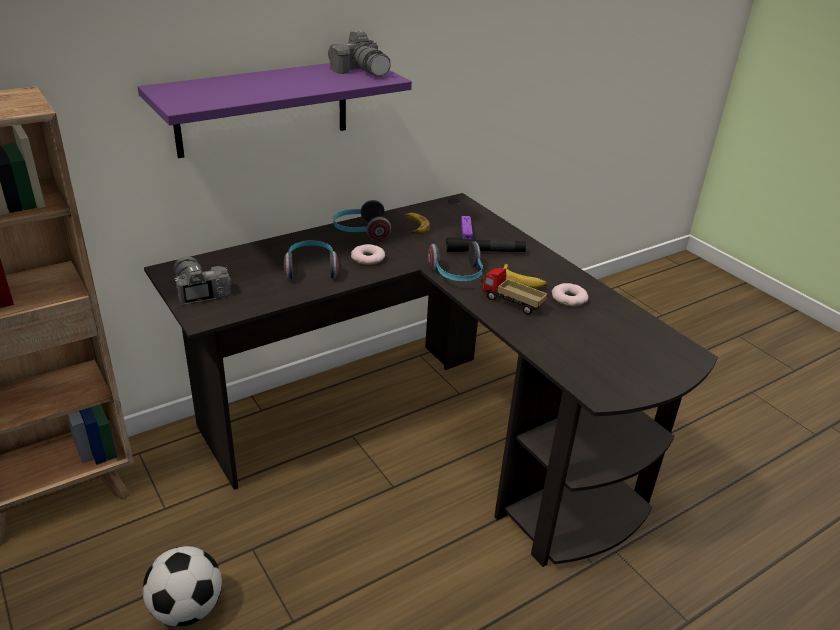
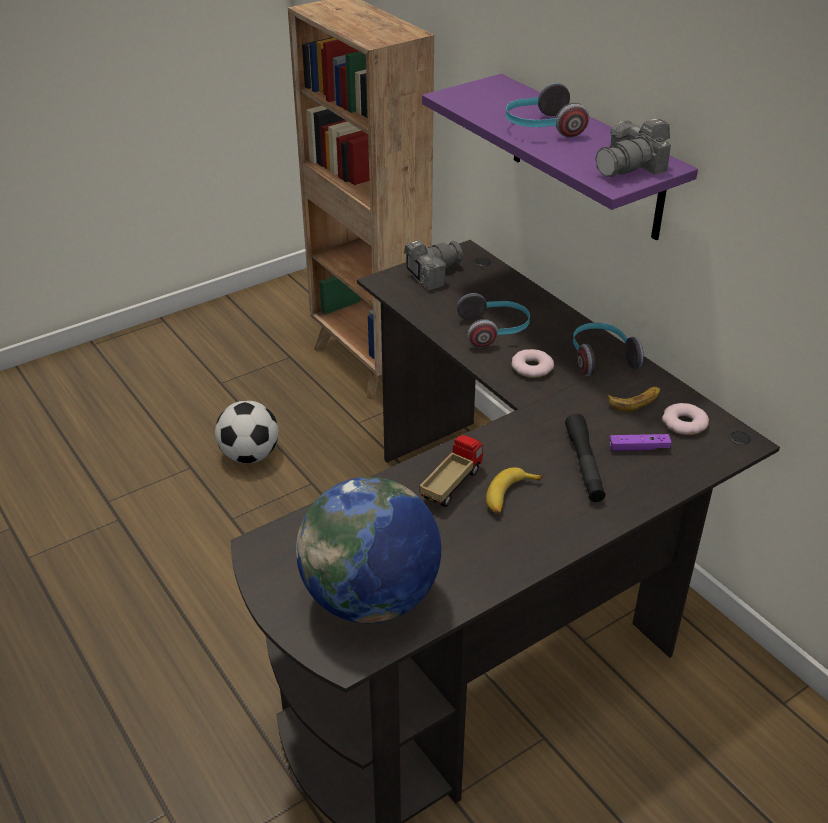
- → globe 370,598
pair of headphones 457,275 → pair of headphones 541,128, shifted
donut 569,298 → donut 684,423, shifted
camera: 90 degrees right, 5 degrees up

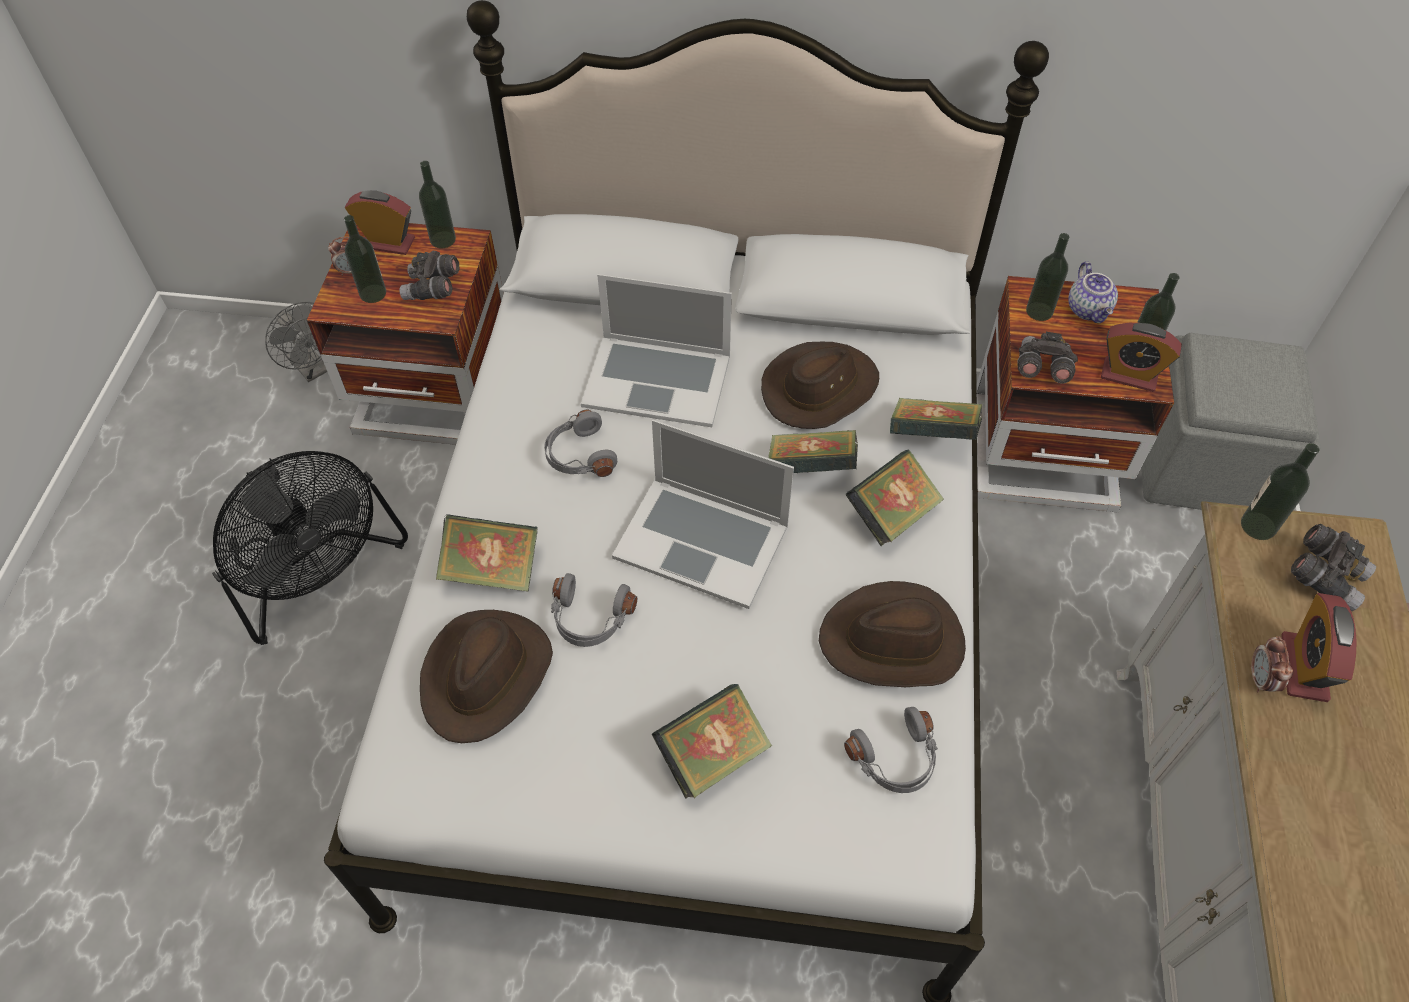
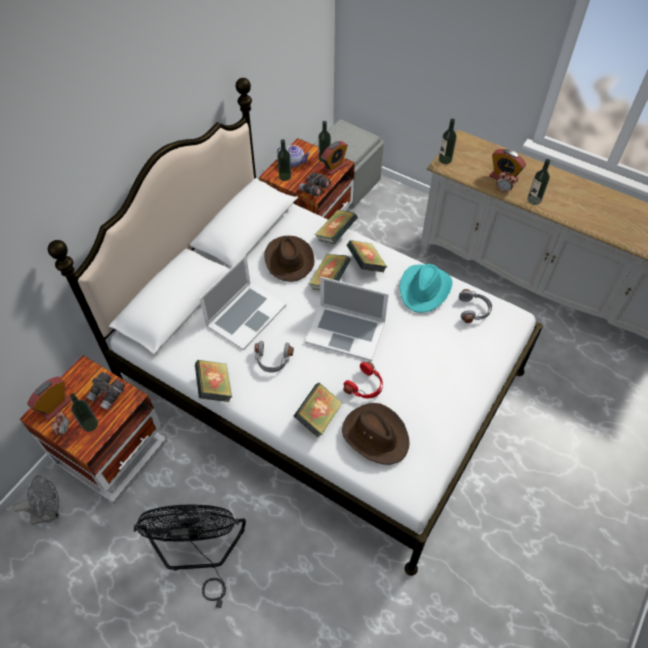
greyish pair of binoculars 1324,576 → -
drink bottle 443,239 → drink bottle 534,200, shifted
bound book 712,754 → bound book 215,388, shifted
greyish pair of headphones 590,619 → red pair of headphones 365,386
brownish clothing hat 893,642 → turquoise clothing hat 424,289
blackish cooling fan 310,575 → blackish cooling fan 199,553, 75 degrees counterclockwise
laptop 702,540 → laptop 345,331, 60 degrees clockwise
camera: 65 degrees left, 0 degrees up

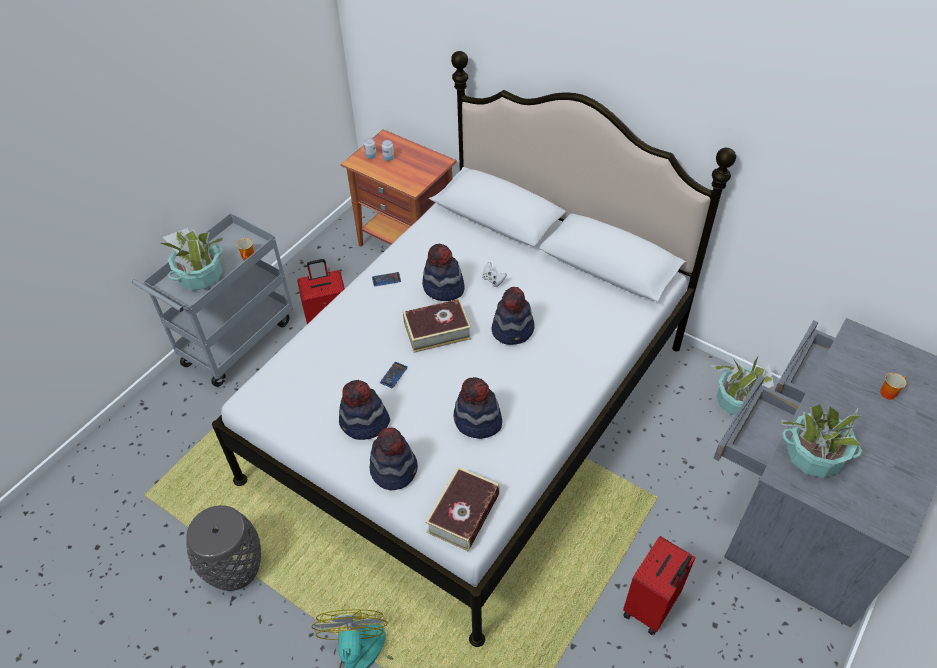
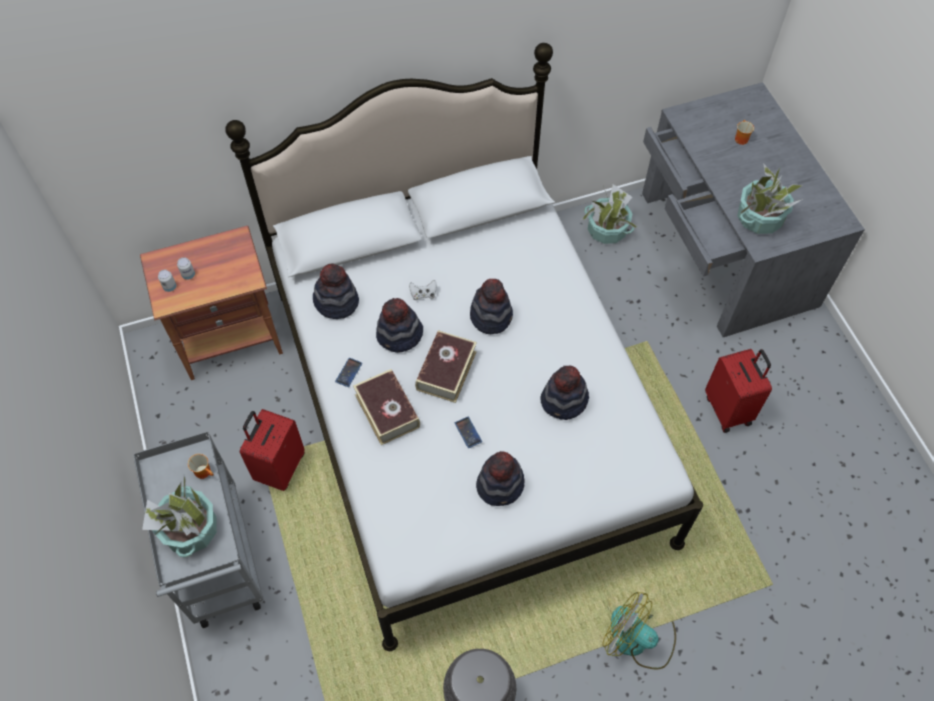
clothing hat 394,469 → clothing hat 336,302, shifted
bound book 463,513 → bound book 387,411, shifted
camera: 55 degrees left, 10 degrees up

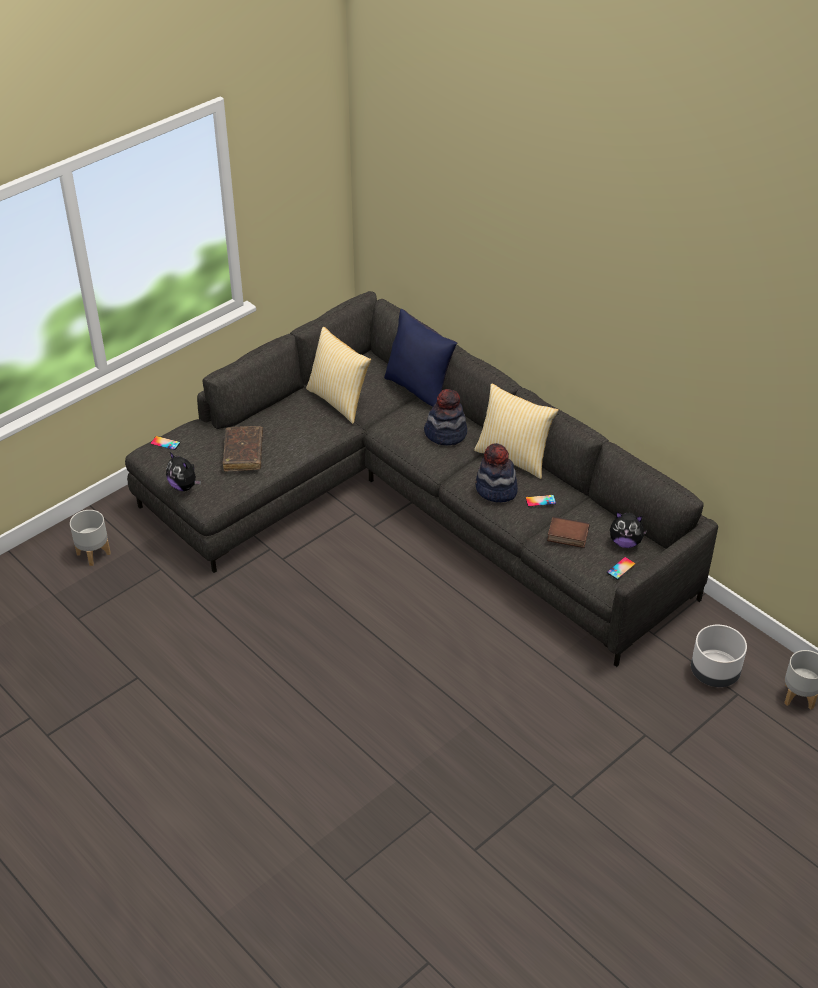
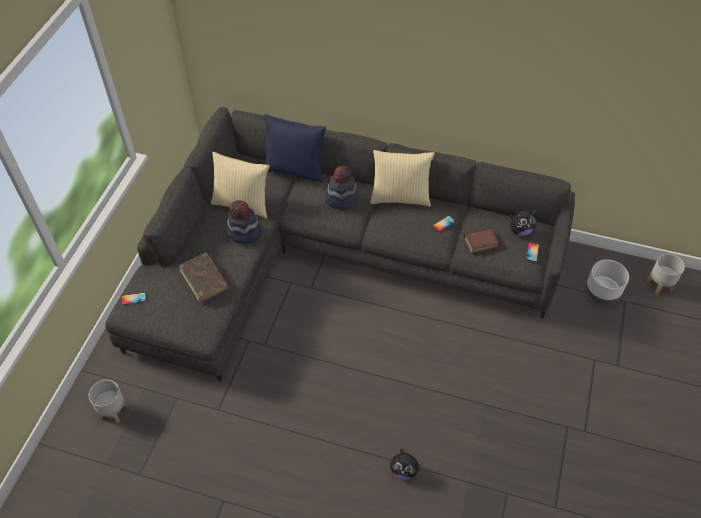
cuddly toy 184,486 → cuddly toy 404,470, shifted
clothing hat 496,490 → clothing hat 244,233, shifted
camera: 30 degrees left, 10 degrees up

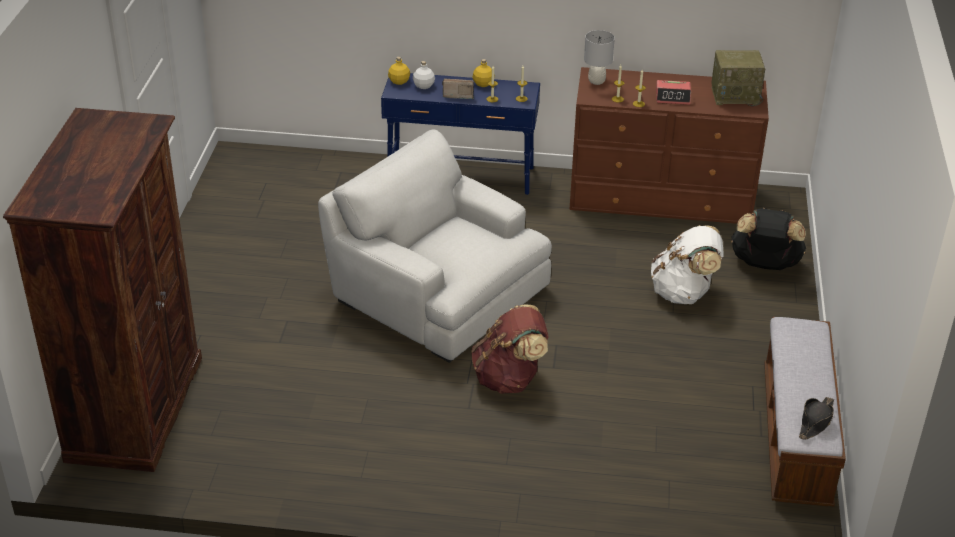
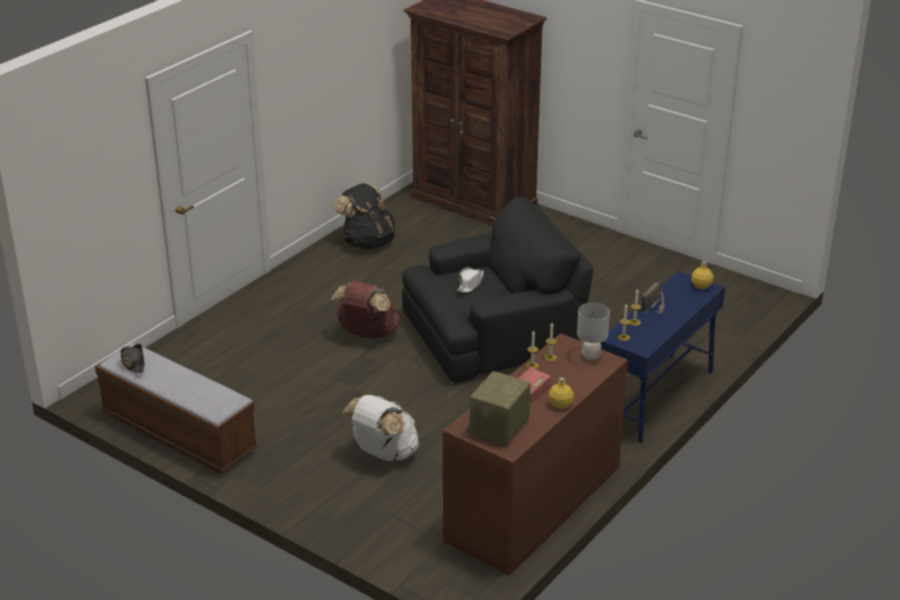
white drink bottle 423,86 → -
- → white clothing hat 470,283
yellowish drink bottle 483,84 → yellowish drink bottle 560,405, shifted
blackish backpack 764,264 → blackish backpack 367,242, shifted
white lounge chair 436,292 → blackish lounge chair 494,334
camera: 120 degrees right, 5 degrees down

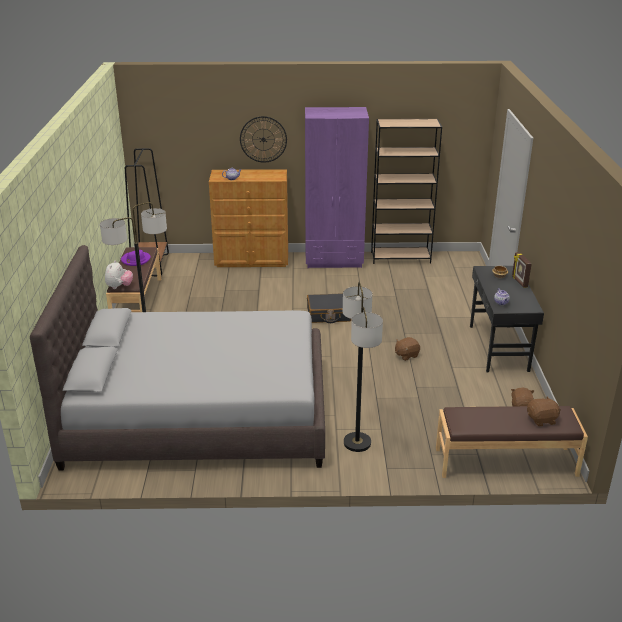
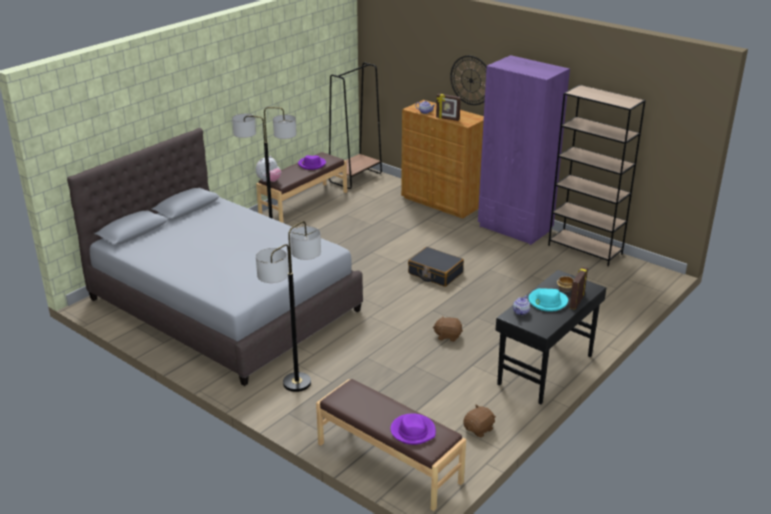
- → standing frame 447,119
- → turquoise clothing hat 547,302
brownish cuddly toy 542,420 → purple-coloured clothing hat 413,431
camera: 40 degrees right, 0 degrees up

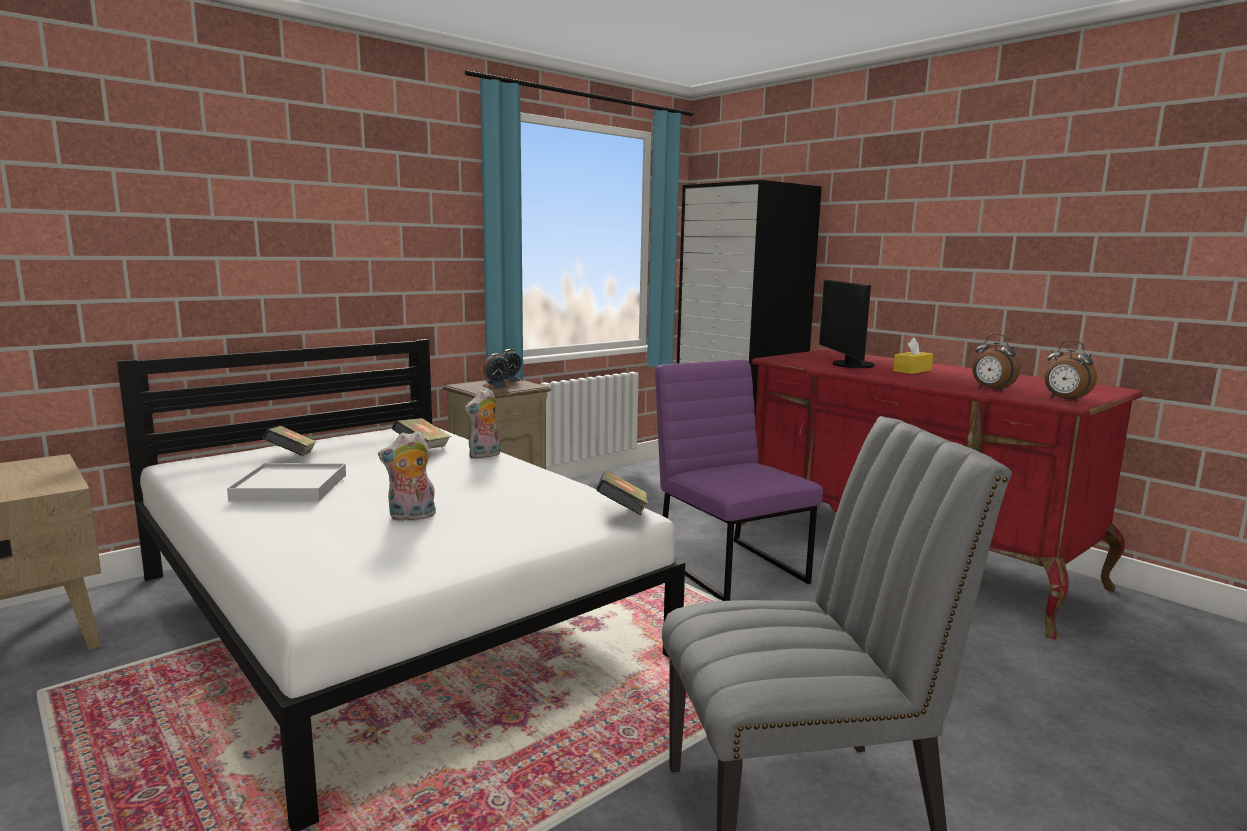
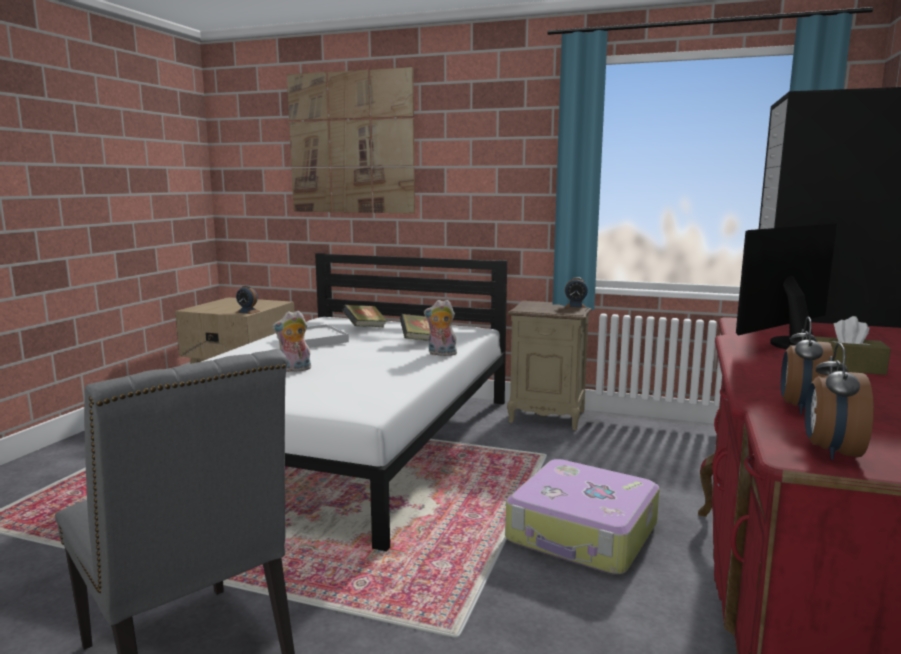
bound book 622,514 → -
- → picture 351,143
table clock 496,386 → table clock 248,312, shifted
purple-coloured upright chair 729,567 → piece of luggage 582,533
yellowish tissue box 912,370 → brownish tissue box 847,368
cuddly toy 411,517 → cuddly toy 294,370, 60 degrees counterclockwise
camera: 60 degrees right, 0 degrees up

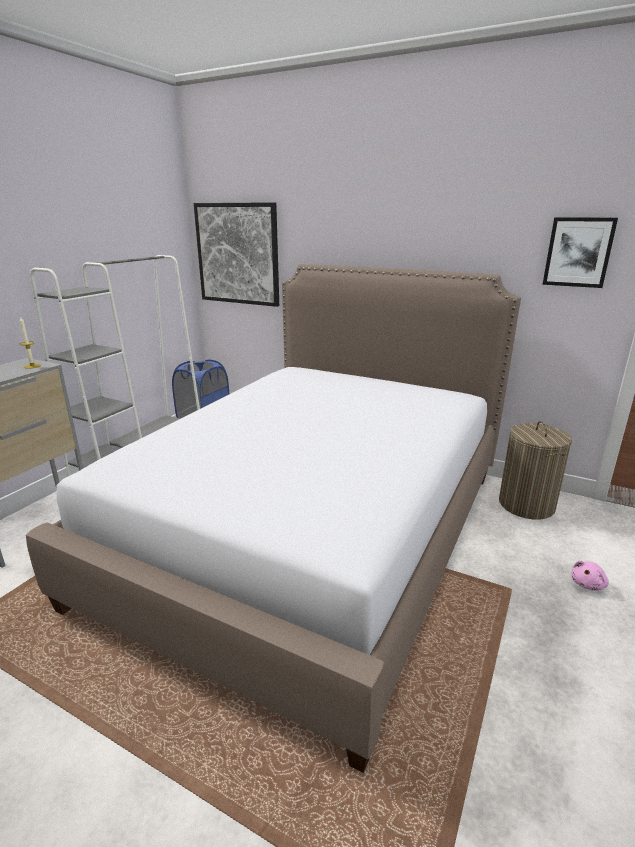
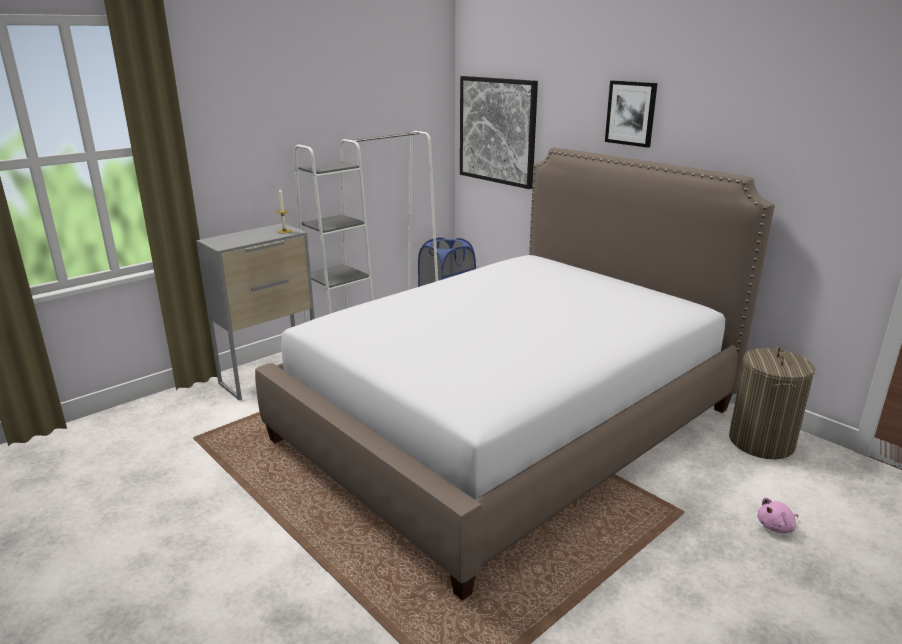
picture 578,252 → picture 631,113, shifted
camera: 20 degrees right, 0 degrees up

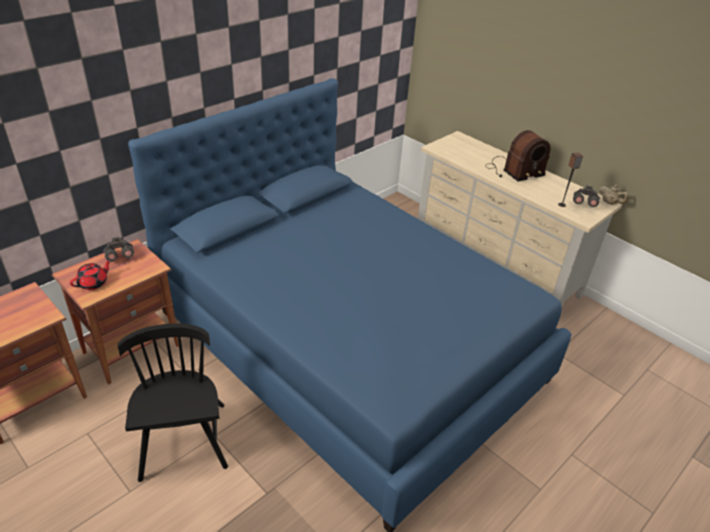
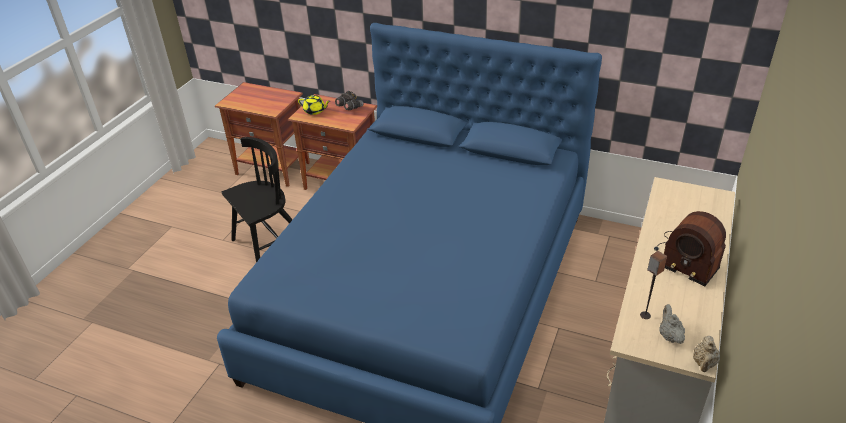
greyish pair of binoculars 583,204 → greyish teapot 669,335
red teapot 93,283 → yellowish teapot 315,111
camera: 70 degrees right, 0 degrees up

